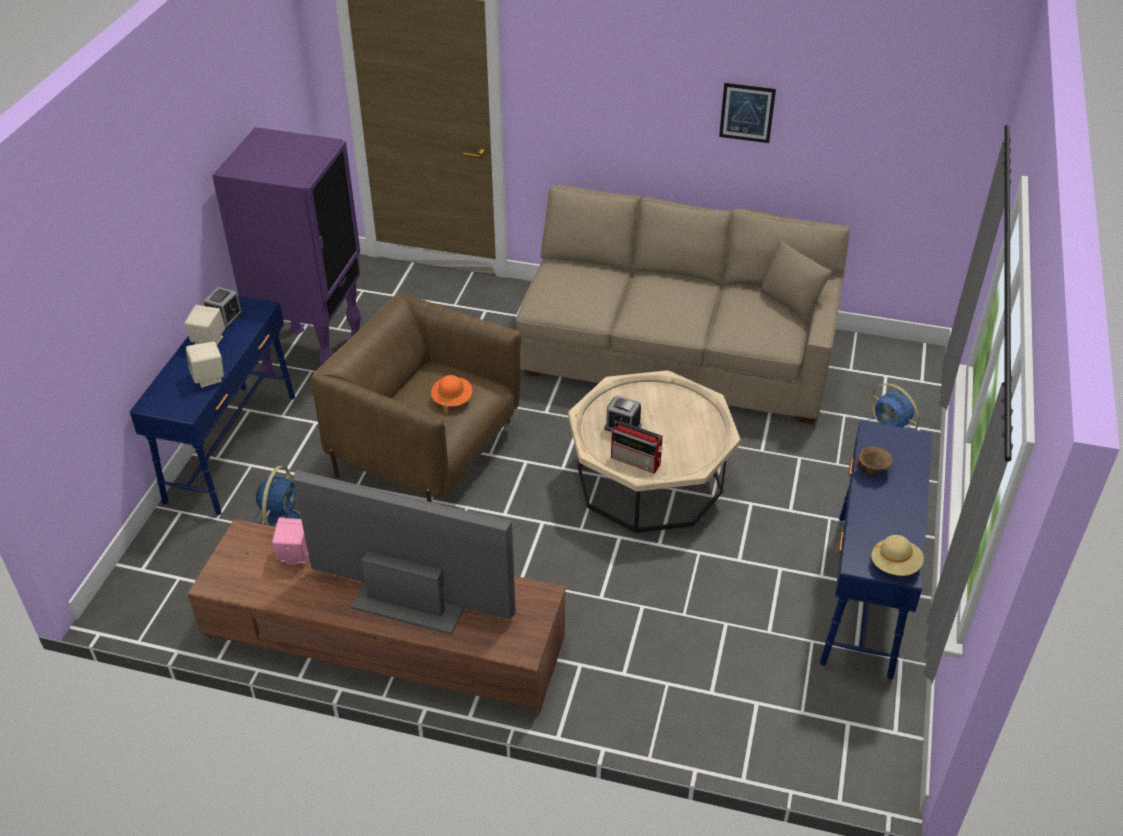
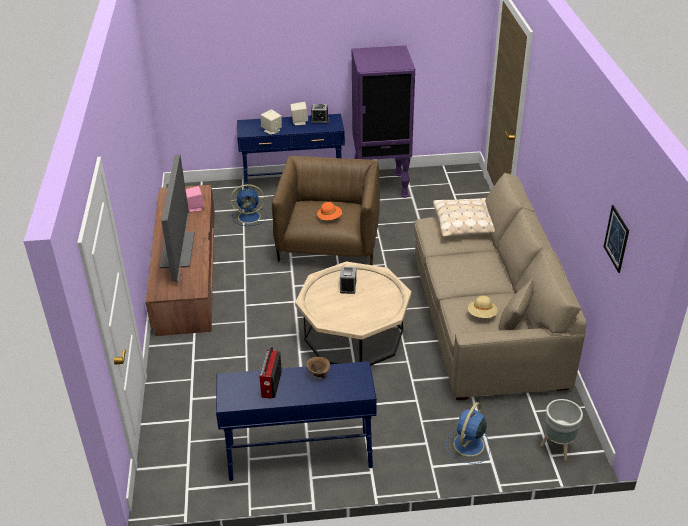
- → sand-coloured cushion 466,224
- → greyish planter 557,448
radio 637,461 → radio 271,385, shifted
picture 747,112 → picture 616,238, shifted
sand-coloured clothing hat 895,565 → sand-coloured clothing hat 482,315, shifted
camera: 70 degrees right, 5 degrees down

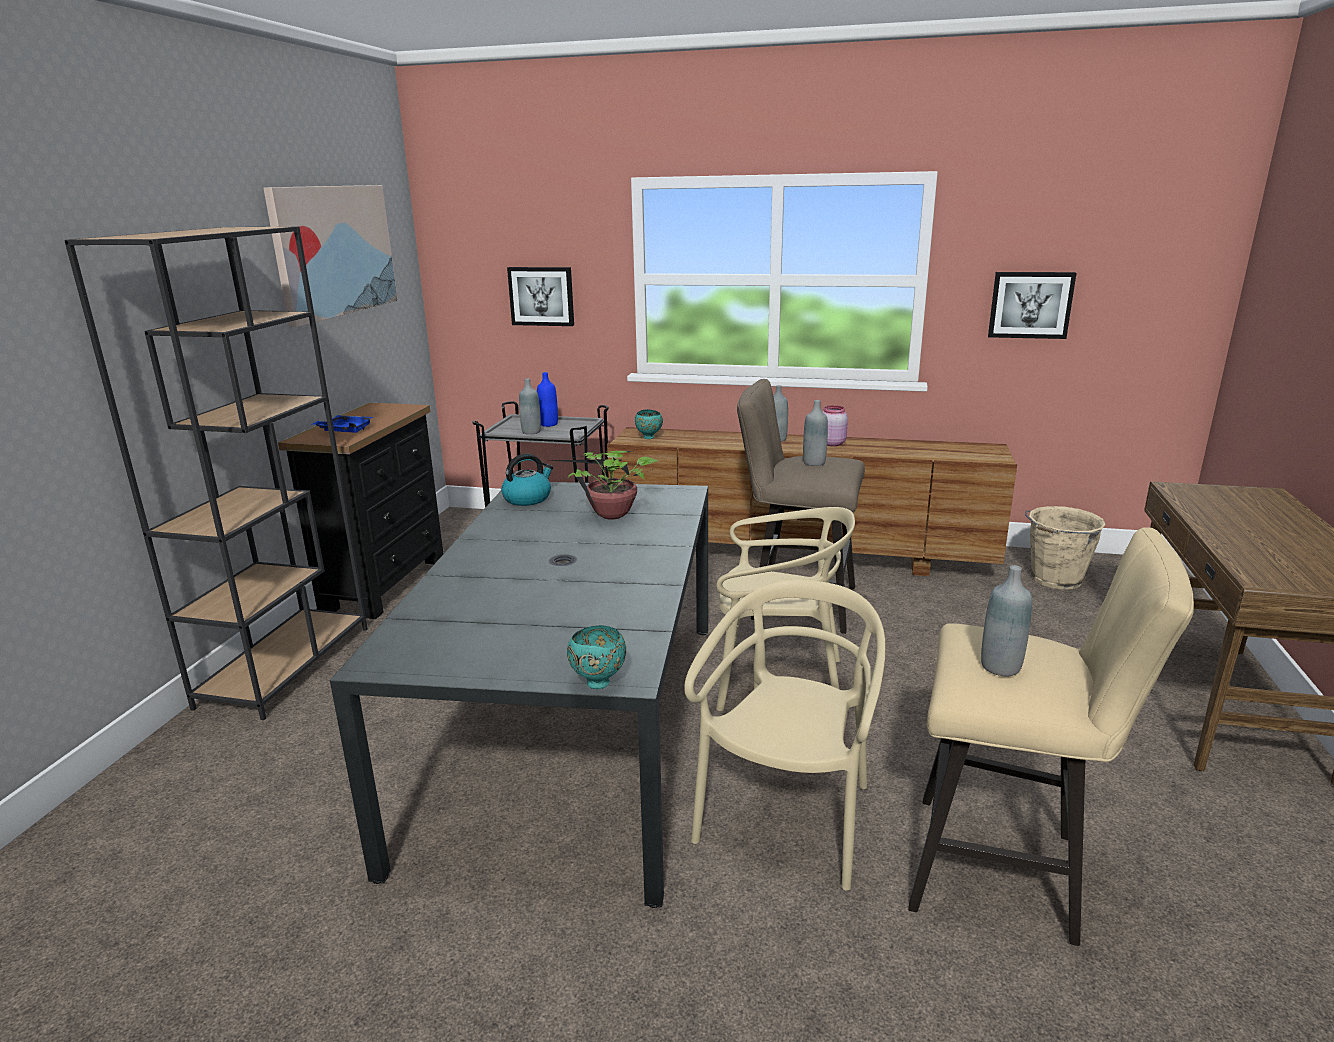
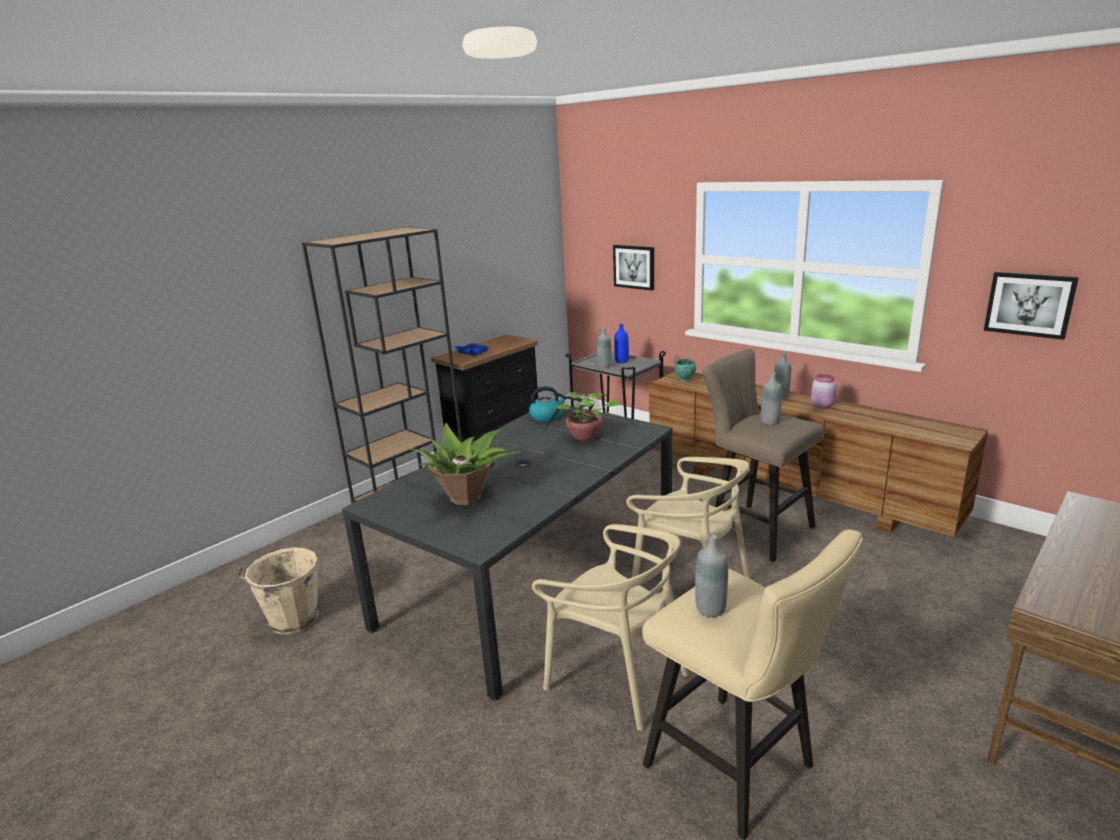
picture 334,251 → -
turquoise deep dish 598,682 → -
- → plant in a pot 467,497
sand-coloured pail 1055,580 → sand-coloured pail 292,620, shifted
sand-coloured upright chair 789,818 → sand-coloured upright chair 617,677, 75 degrees clockwise
camera: 30 degrees right, 0 degrees up

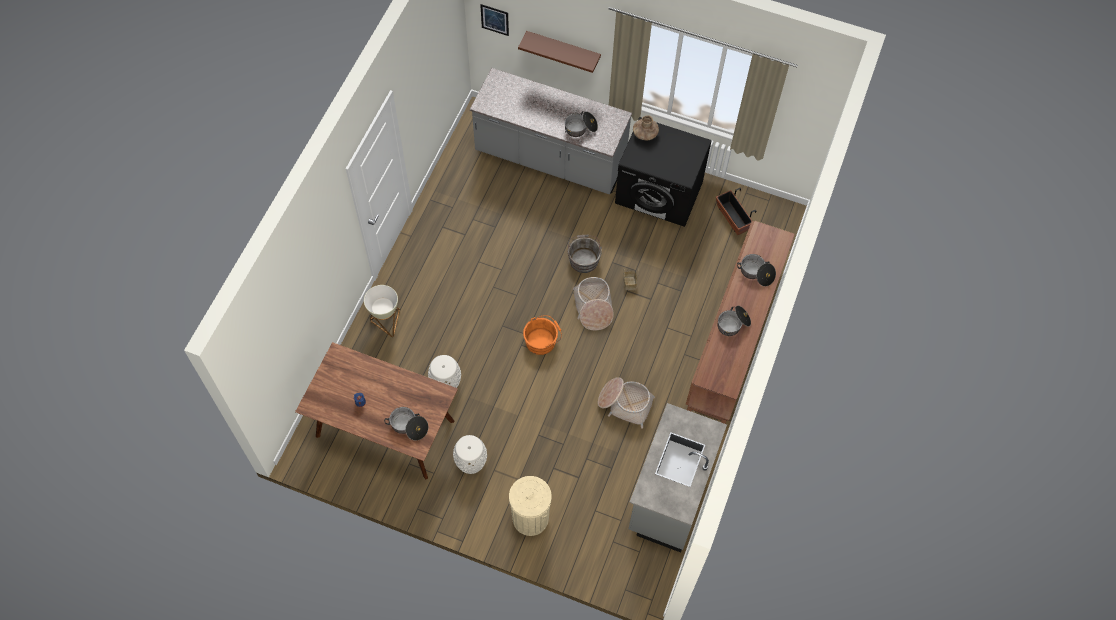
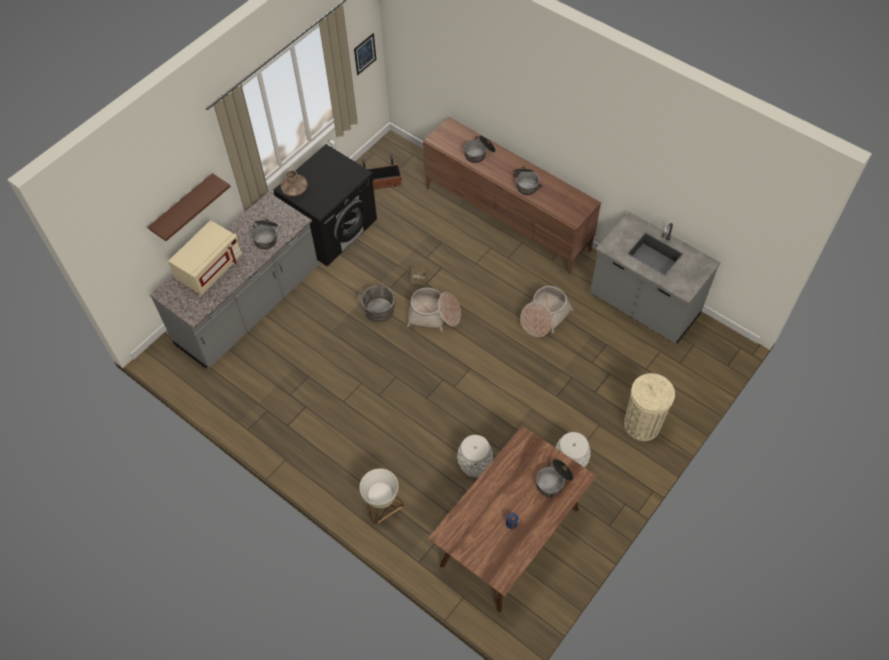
orange pail 542,340 → -
- → sand-coloured microwave 210,269
picture 494,19 → picture 365,54, shifted
camera: 70 degrees left, 5 degrees down

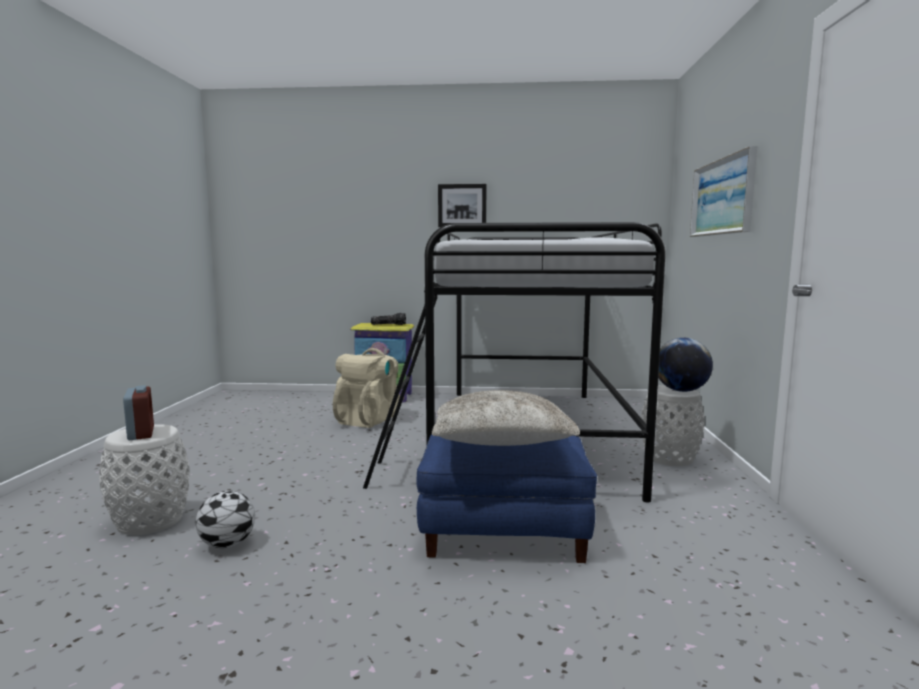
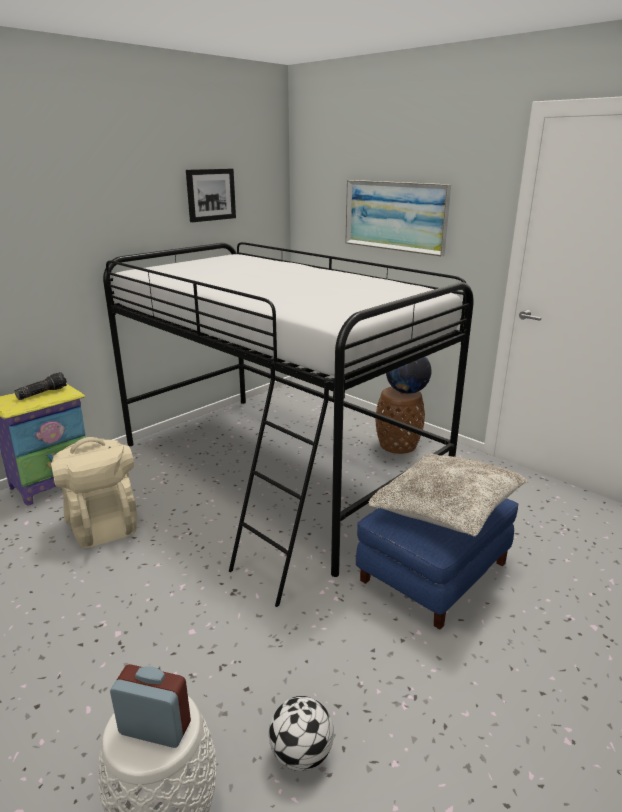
picture 462,206 → picture 210,194, shifted
white sitting stool 670,458 → brownish sitting stool 398,445
camera: 50 degrees left, 15 degrees up

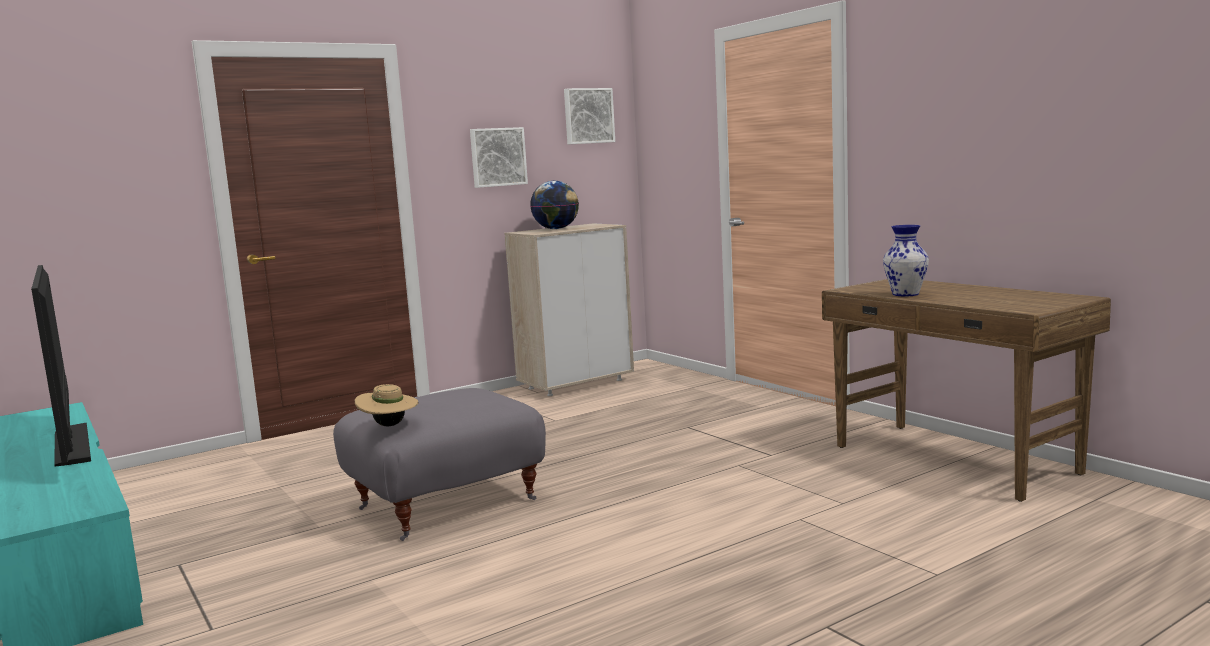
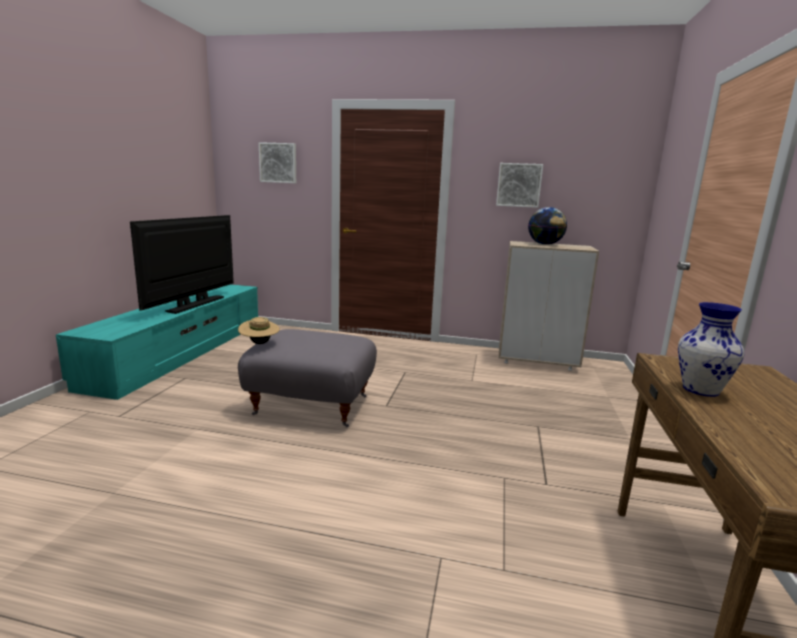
picture 588,116 → picture 278,163, shifted
camera: 45 degrees right, 5 degrees up

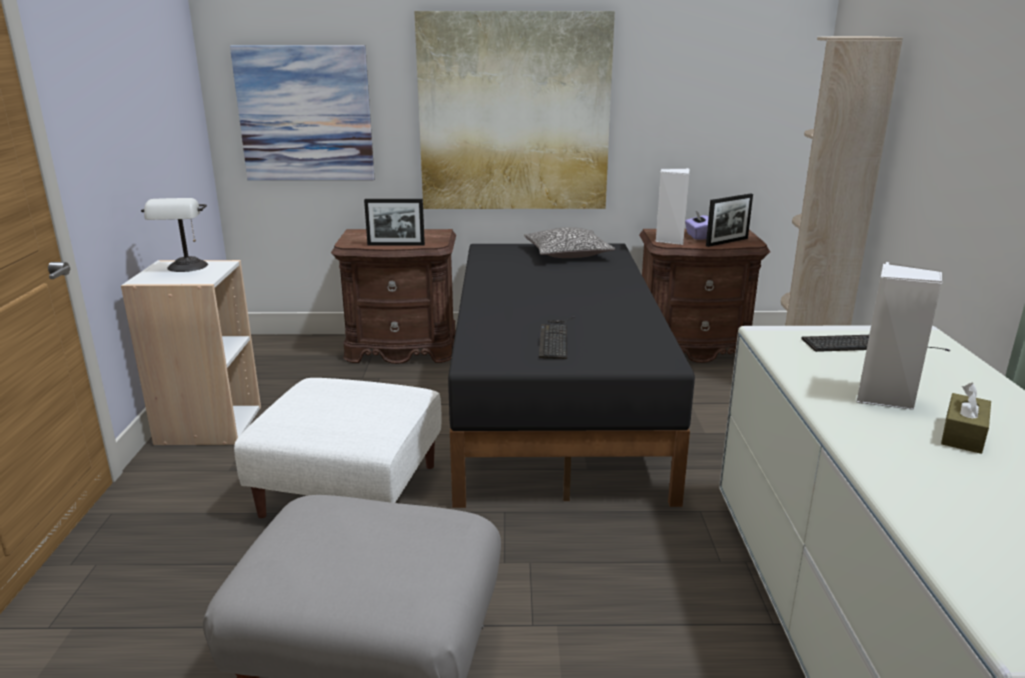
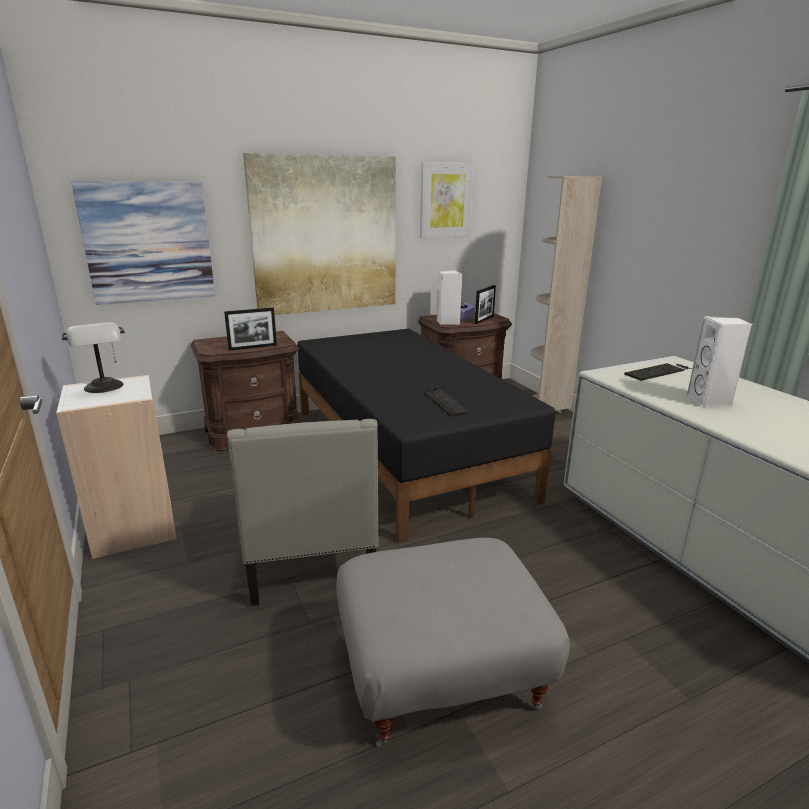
cushion 567,254 → -
brownish tissue box 963,435 → -
- → picture 446,200
white footrest 349,491 → greyish lounge chair 309,551
camera: 25 degrees left, 0 degrees up

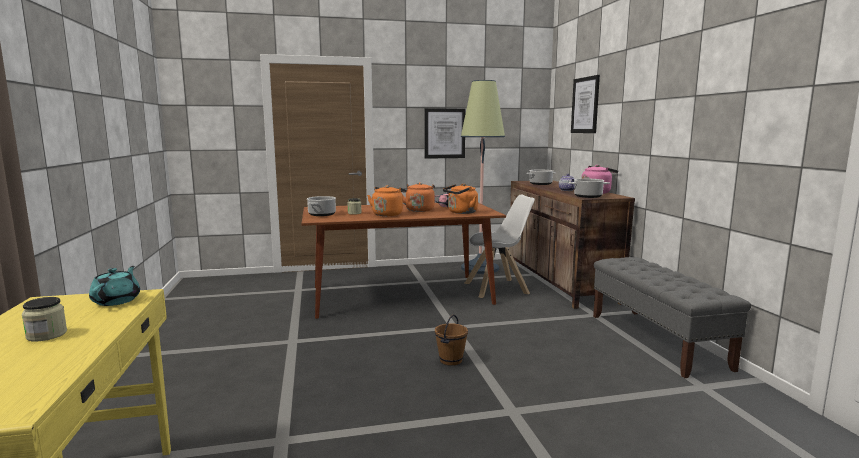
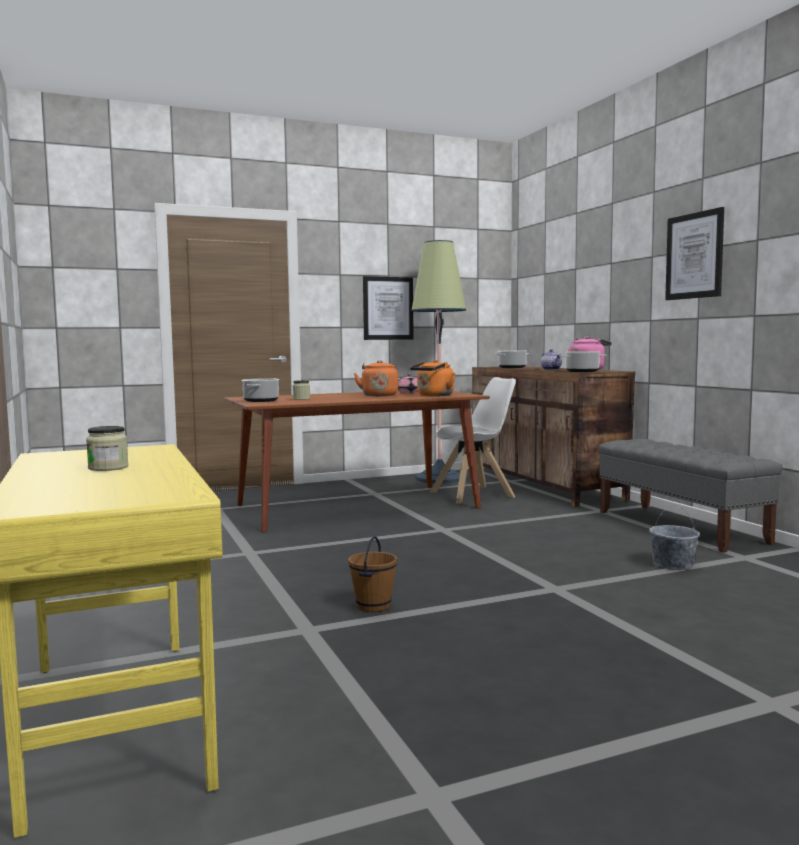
turquoise teapot 117,300 → -
orange kettle 388,214 → -
- → greyish pail 672,564
brownish pail 450,360 → brownish pail 372,606, shifted
picture 585,105 → picture 694,256, shifted
camera: 10 degrees left, 5 degrees down

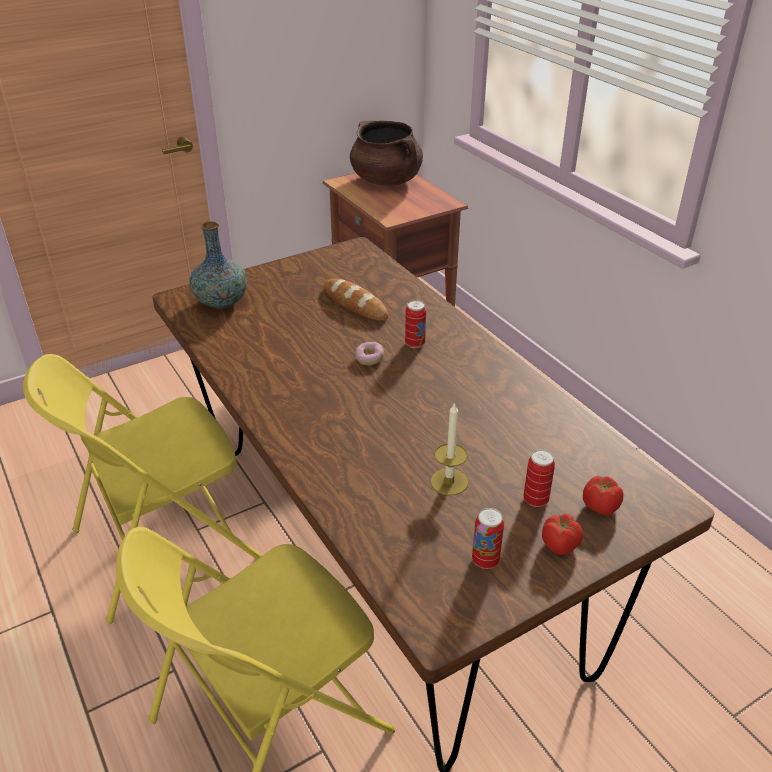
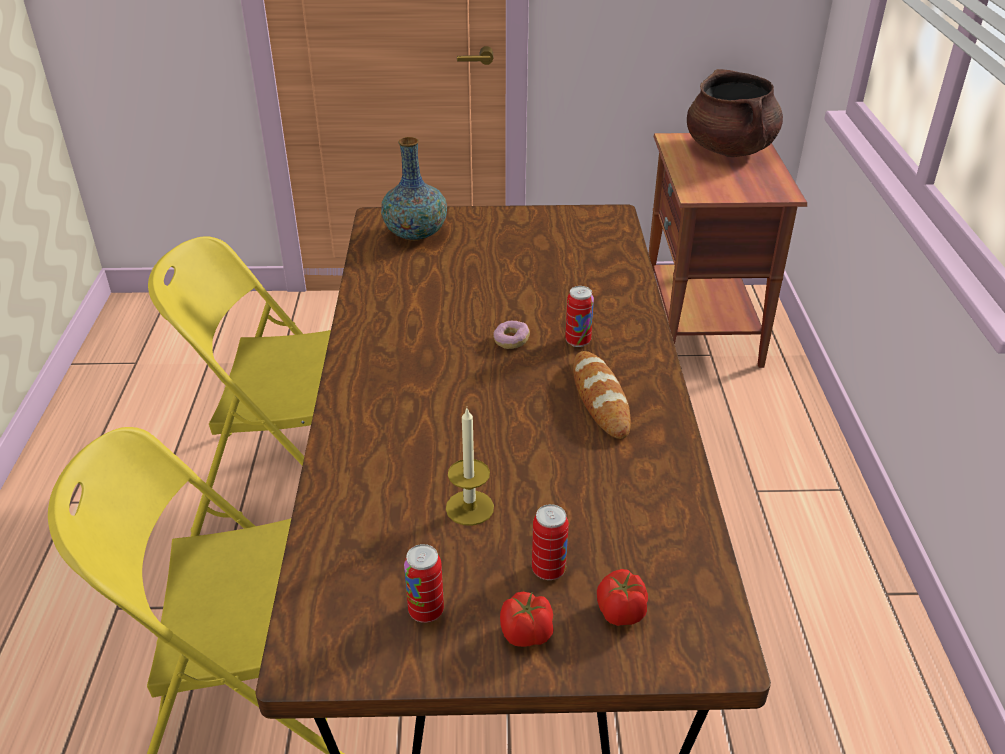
bakery bread 355,304 → bakery bread 600,398, shifted
camera: 30 degrees right, 0 degrees up

